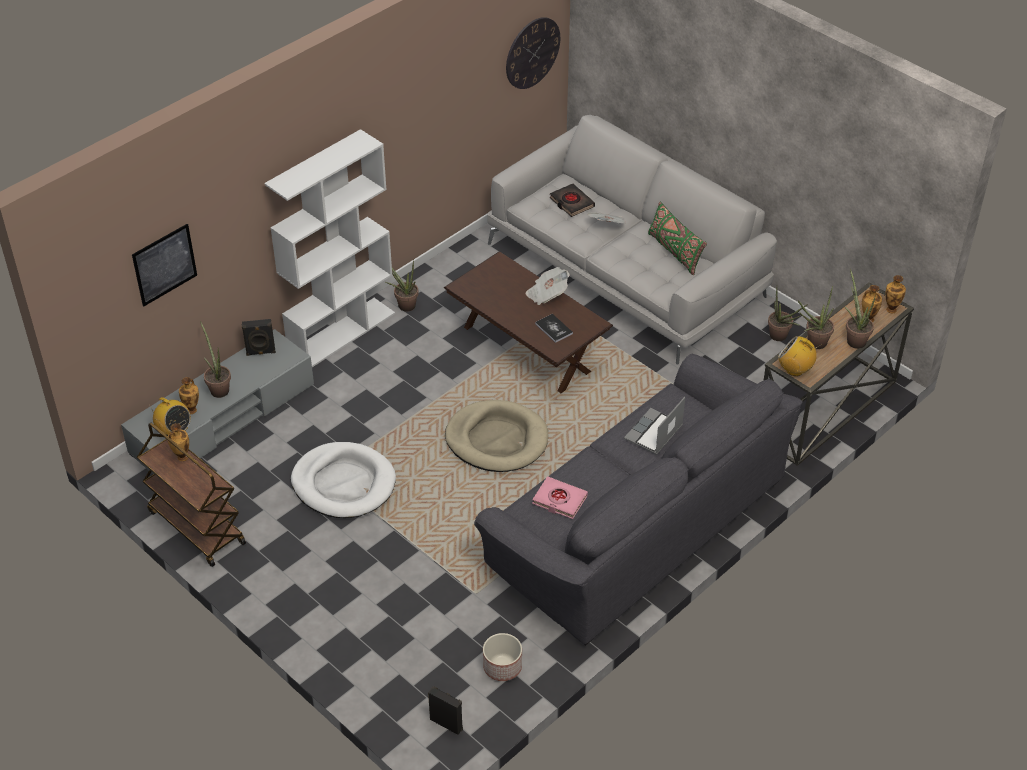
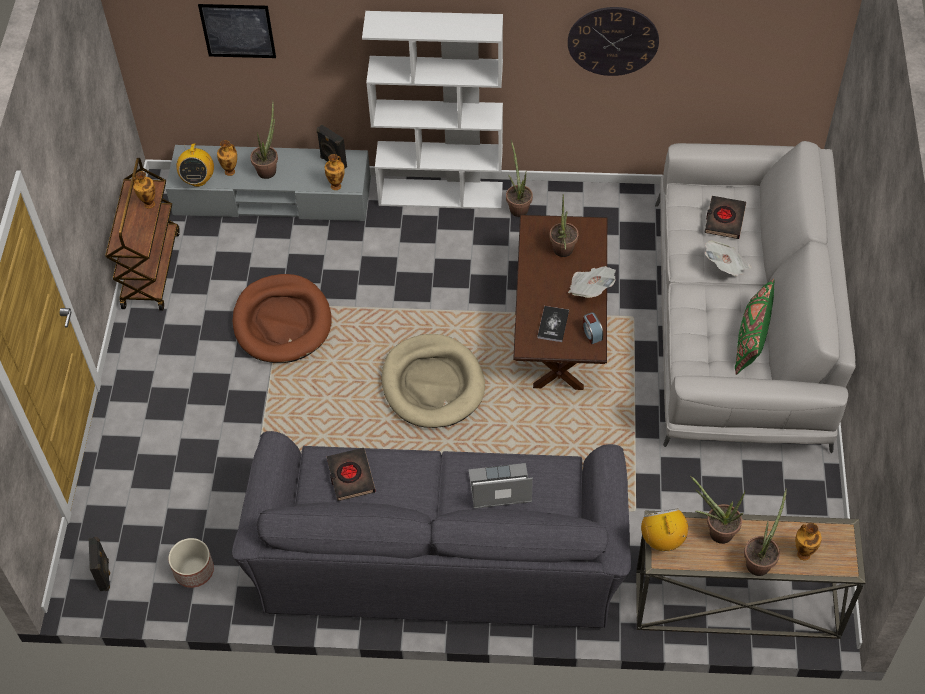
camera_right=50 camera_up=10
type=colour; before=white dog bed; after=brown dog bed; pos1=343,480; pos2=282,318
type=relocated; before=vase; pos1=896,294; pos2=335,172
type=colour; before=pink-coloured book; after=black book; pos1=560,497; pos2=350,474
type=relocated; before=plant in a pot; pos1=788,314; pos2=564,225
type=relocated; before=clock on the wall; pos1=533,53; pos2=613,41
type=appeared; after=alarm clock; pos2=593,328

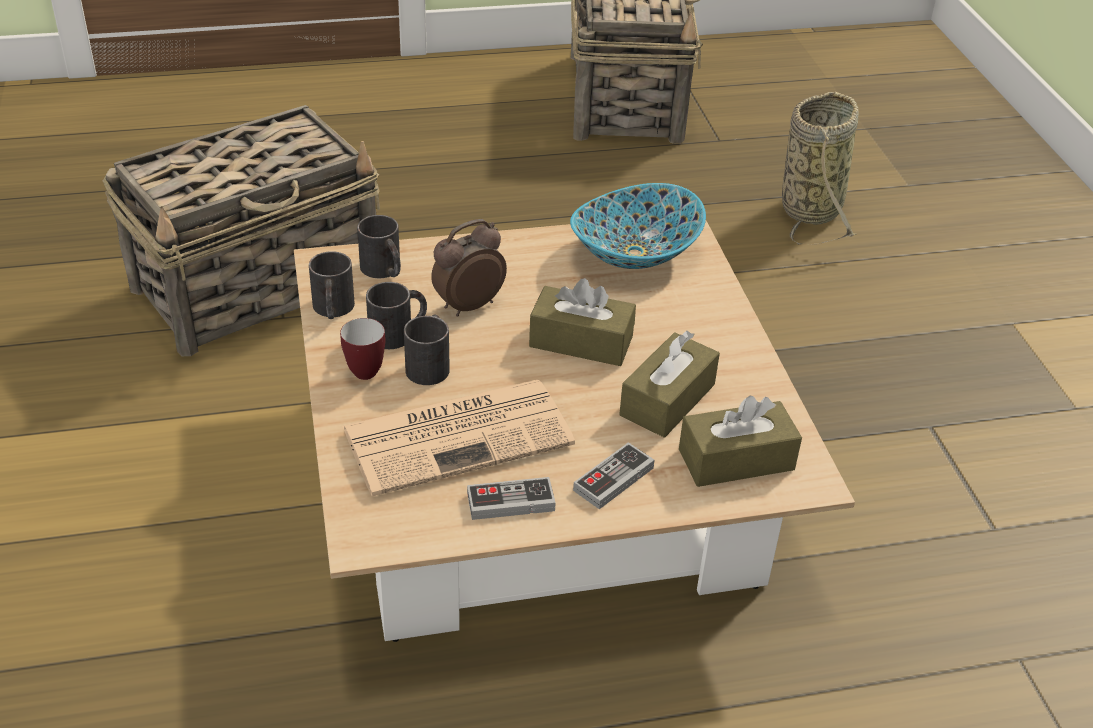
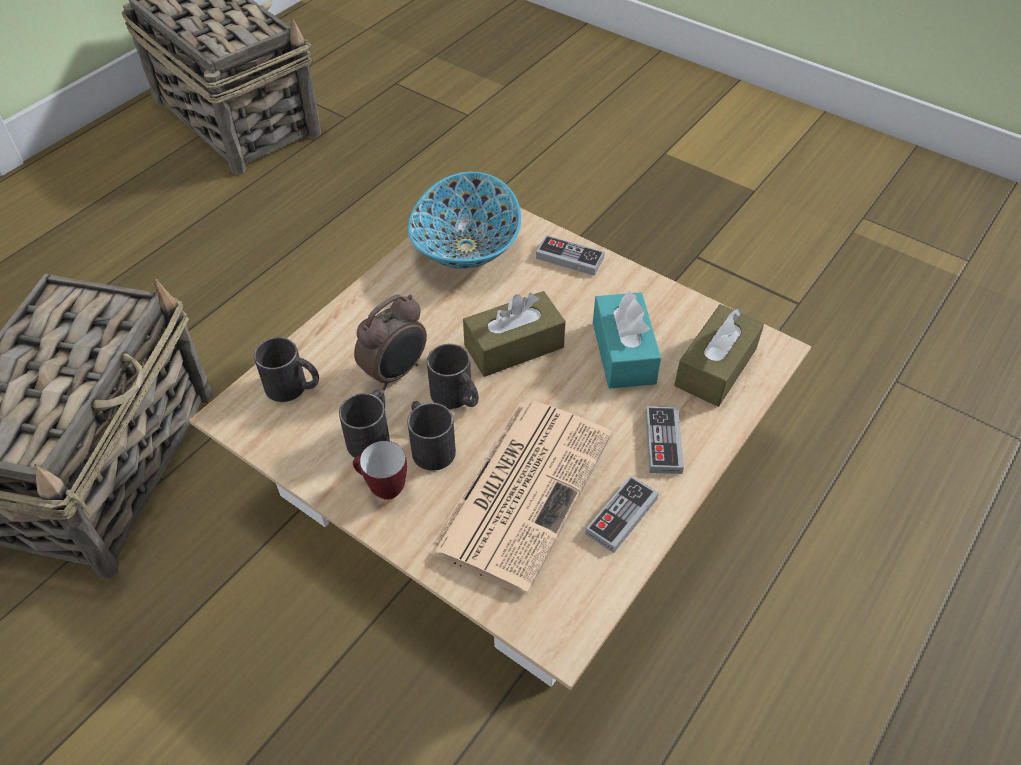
camera_right=-40 camera_up=10
type=spun; before=alarm clock; pos1=469,268; pos2=390,342; turn=-150
type=relocated; before=black coffee mug; pos1=332,285; pos2=453,376
type=appeared; after=game controller; pos2=570,255
type=colour; before=brown tissue holder; after=turquoise-coloured tissue holder; pos1=669,384; pos2=627,339
type=missing; before=household basket; pos1=820,168

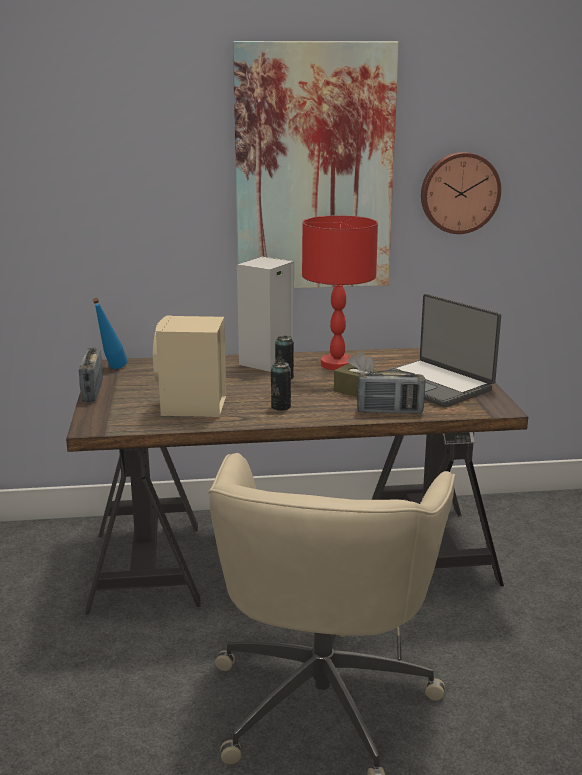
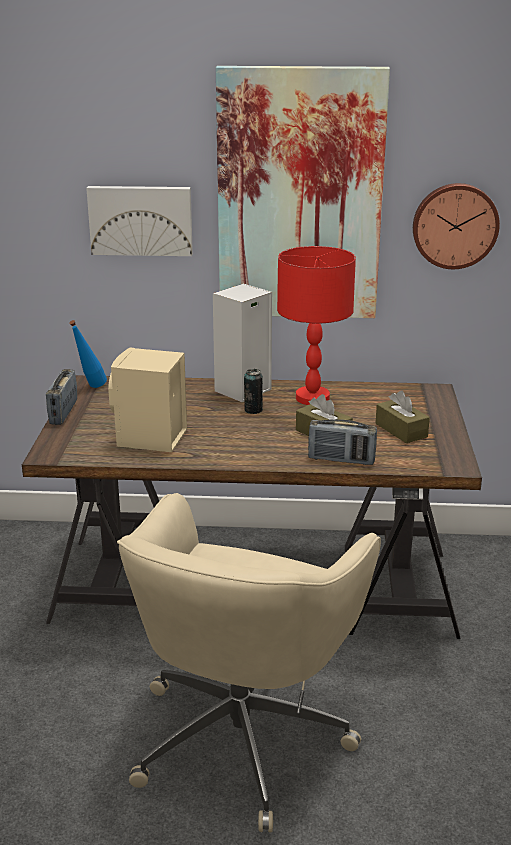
camera_right=10 camera_up=5
type=appeared; after=wall picture; pos2=139,221
type=exchanged; before=notebook computer; after=brown tissue holder; pos1=444,350; pos2=403,417
type=missing; before=can; pos1=281,386

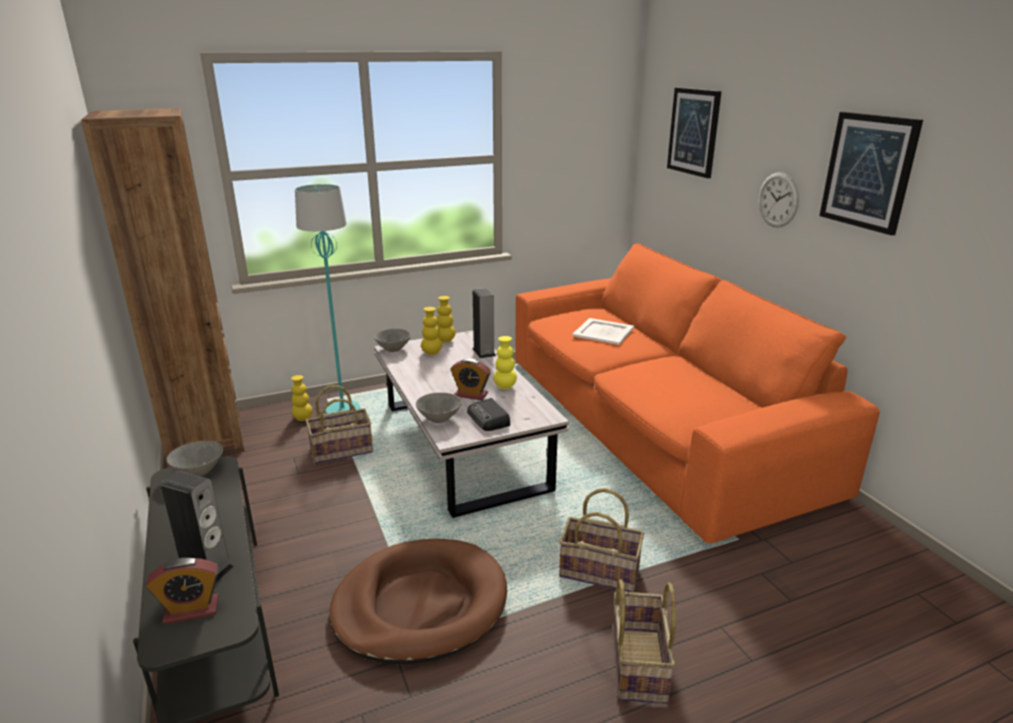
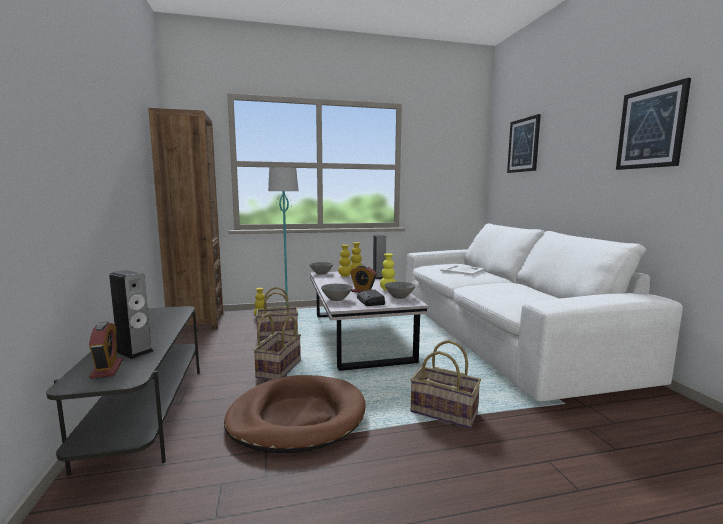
camera_right=10 camera_up=-15
type=spun; before=alarm clock; pos1=182,591; pos2=106,350; turn=-105
type=relocated; before=household basket; pos1=644,641; pos2=277,346
type=relocated; before=grey bowl; pos1=195,459; pos2=400,290
type=colour; before=orange sofa; after=white sofa; pos1=697,393; pos2=544,312
type=missing; before=clock on the wall; pos1=779,200

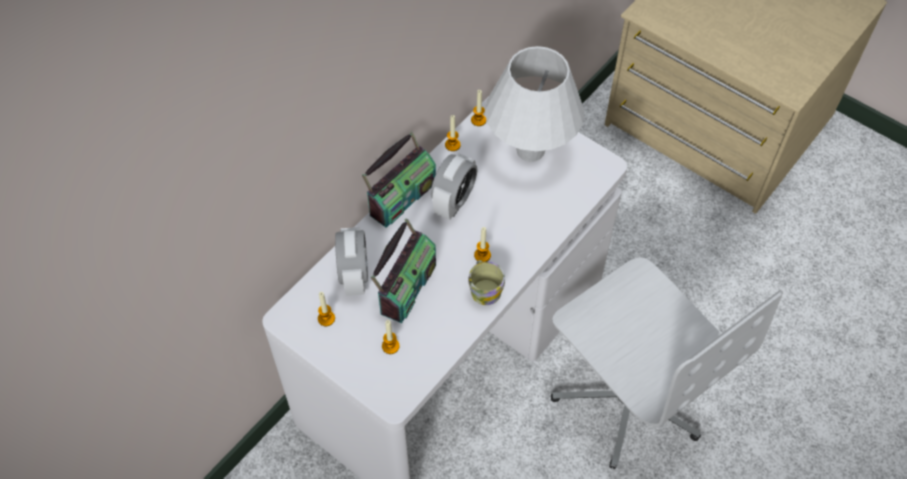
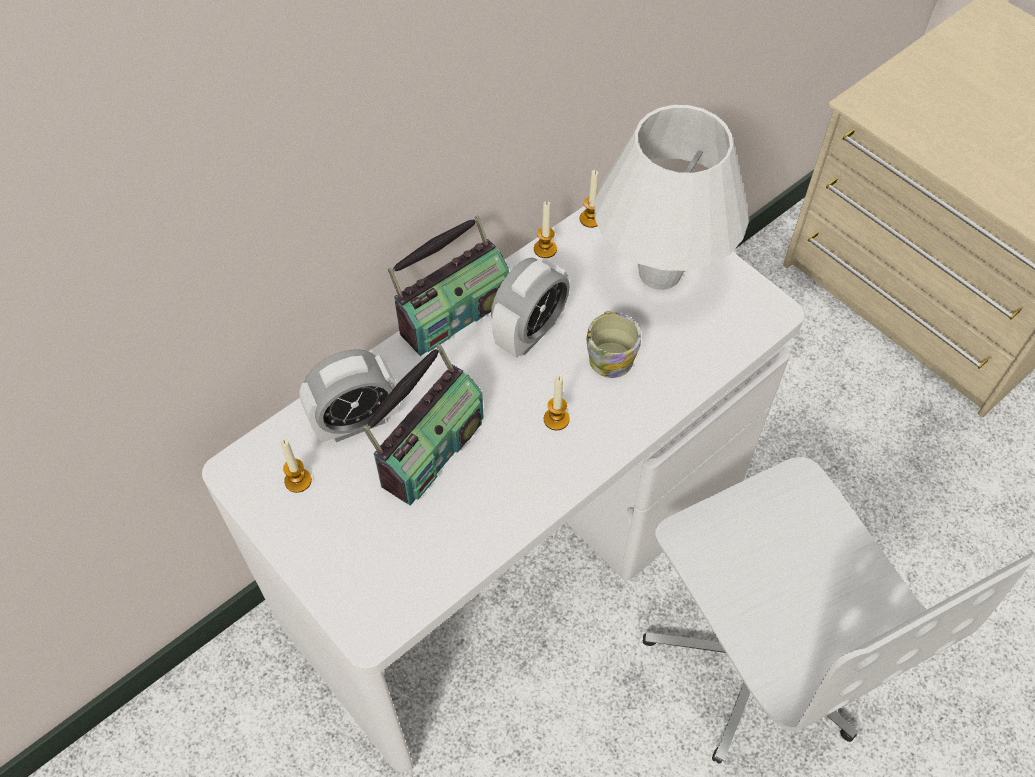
camera_right=10 camera_up=0
type=spun; before=alarm clock; pos1=351,261; pos2=349,395; turn=60
type=relocated; before=coffee mug; pos1=486,282; pos2=613,344
type=missing; before=candle; pos1=391,337

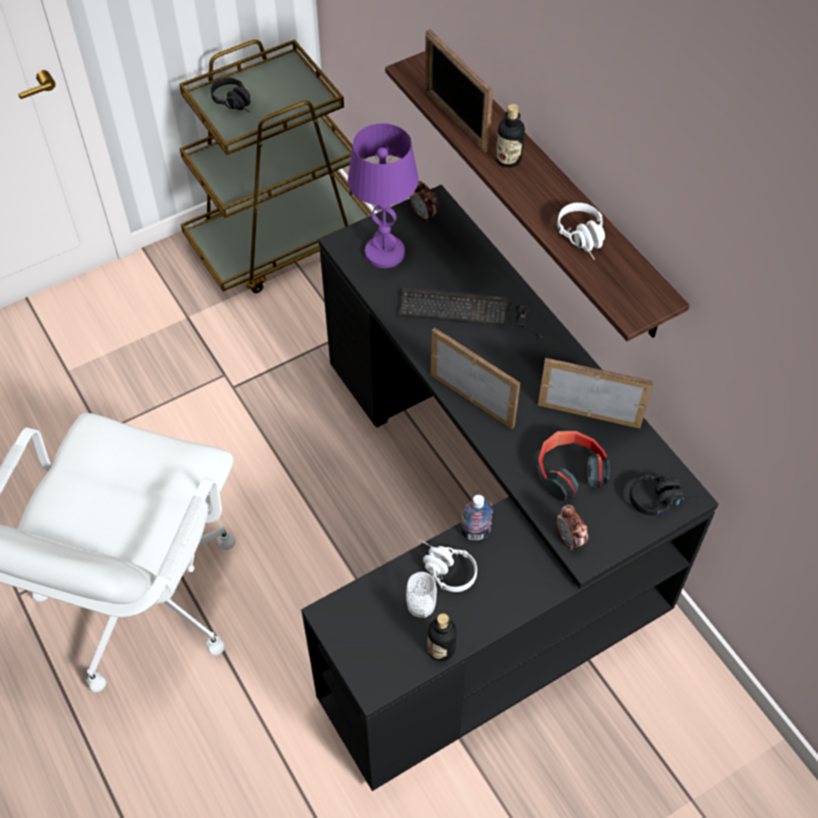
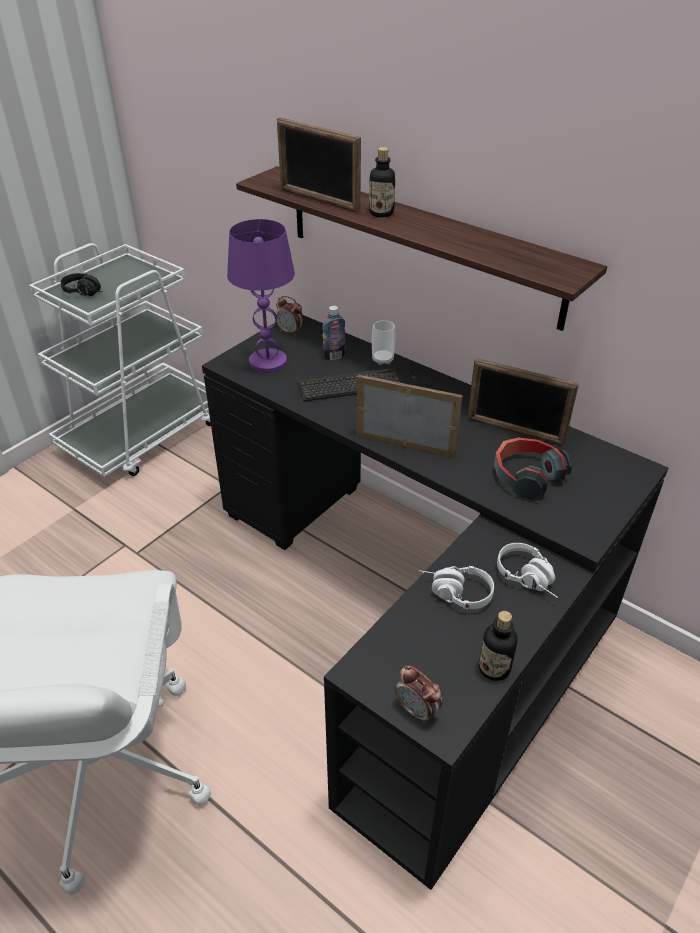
camera_right=-20 camera_up=-15
type=colour; before=brown cart; after=white cart; pos1=275,166; pos2=120,360
type=relocated; before=bottle; pos1=477,517; pos2=333,333
type=relocated; before=drinking cup; pos1=421,595; pos2=383,342
type=relocated; before=alarm clock; pos1=572,527; pos2=418,695
type=spun; before=standing frame; pos1=595,393; pos2=523,402; turn=-150
type=relocated; before=white headset; pos1=581,231; pos2=527,570
type=missing; before=black headset; pos1=665,495

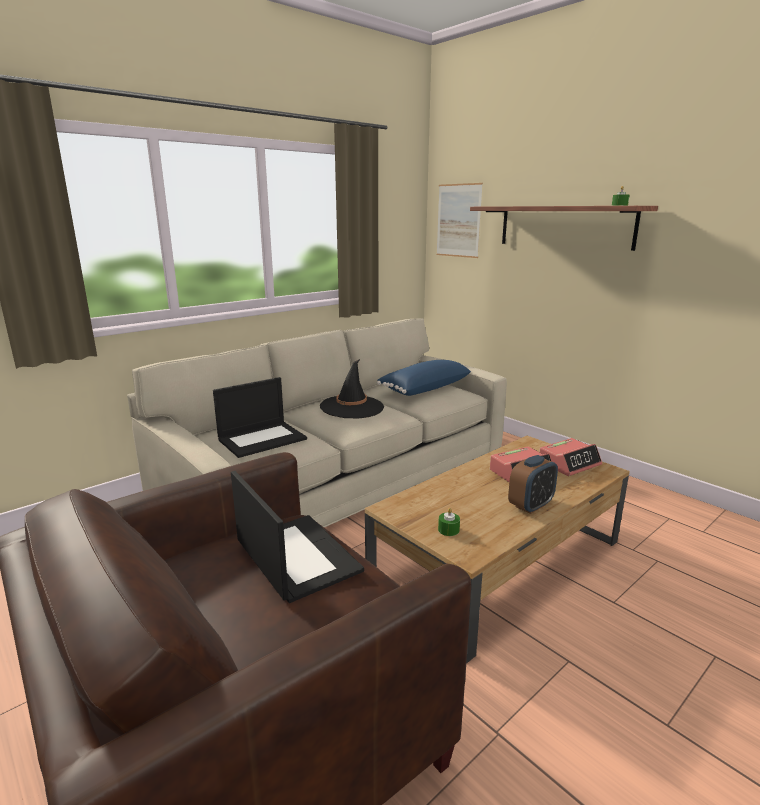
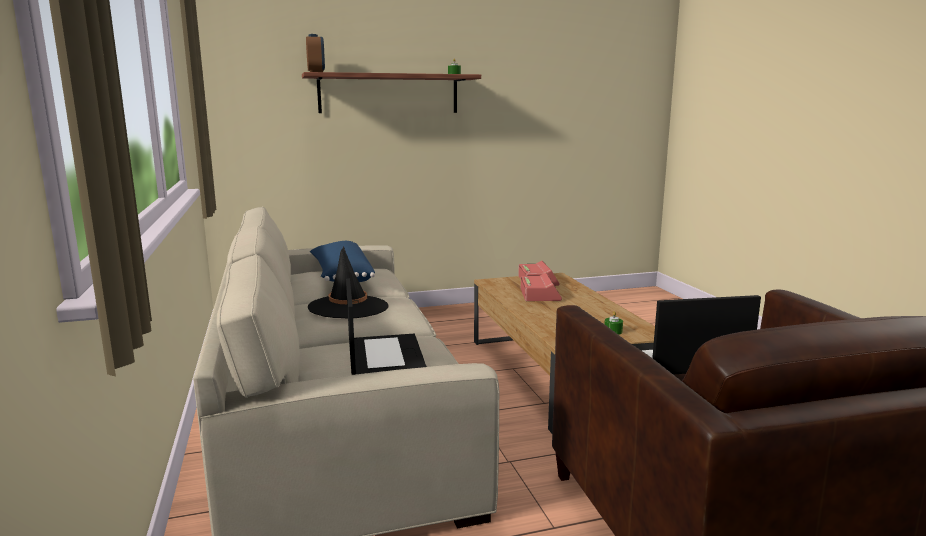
camera_right=-65 camera_up=-5
type=relocated; before=alarm clock; pos1=533,484; pos2=315,53
type=missing; before=wall picture; pos1=459,220

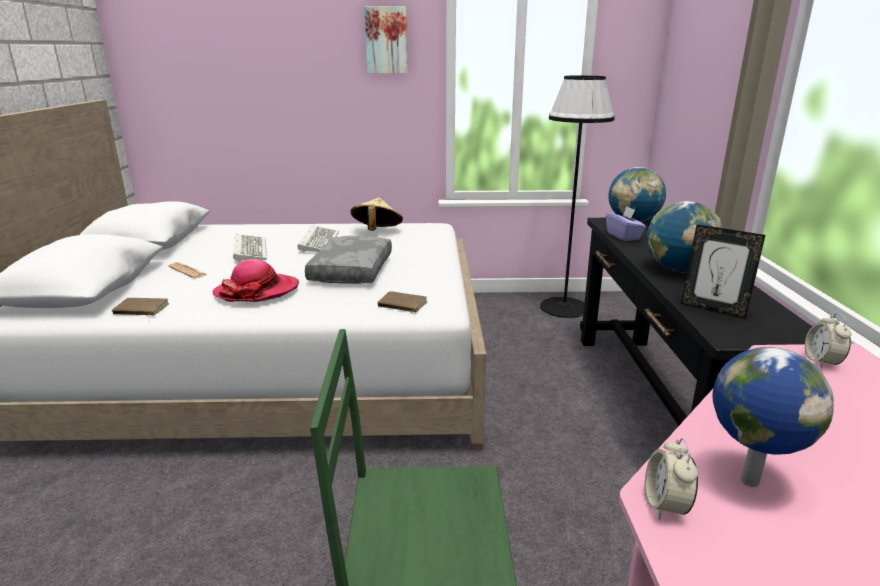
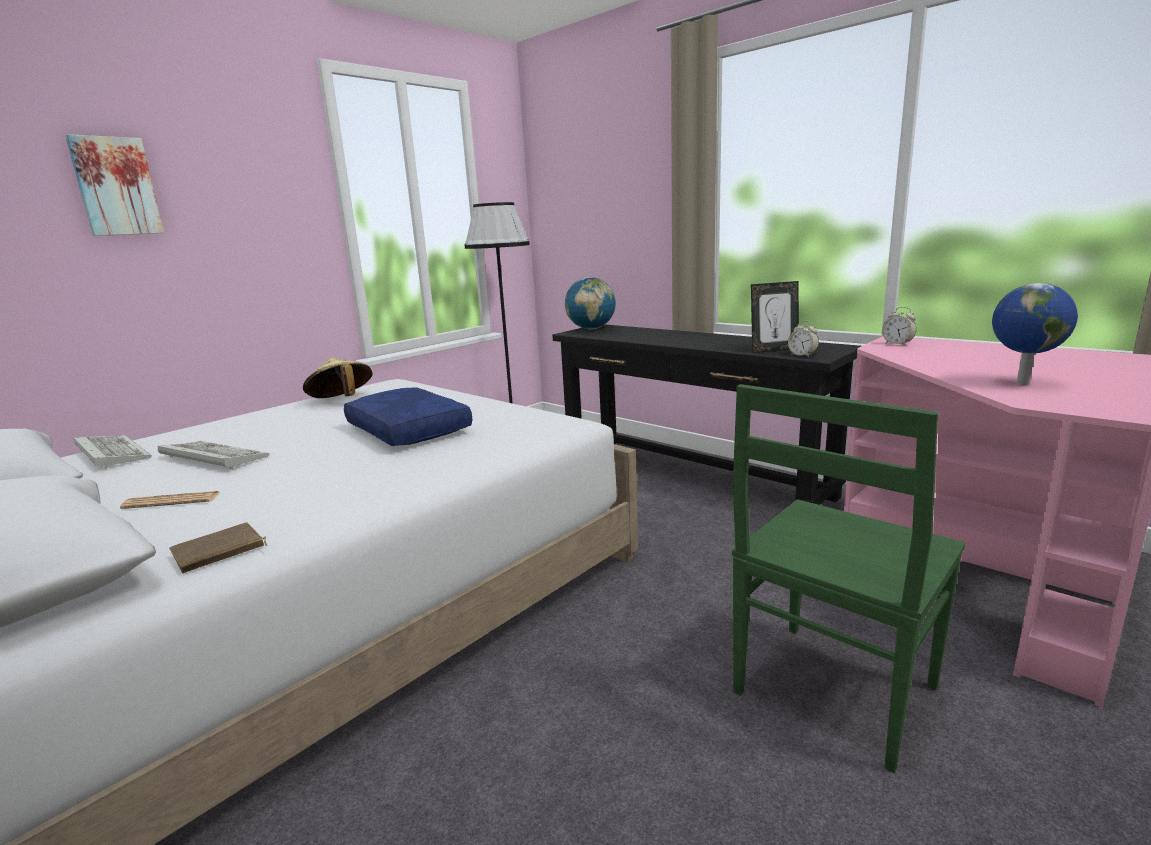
camera_right=-45 camera_up=-5
type=relocated; before=wall picture; pos1=386,40; pos2=114,185
type=relocated; before=PC keyboard; pos1=318,238; pos2=113,452
type=colour; before=grey pillow; after=blue pillow; pos1=348,260; pos2=408,417
type=relocated; before=alarm clock; pos1=671,478; pos2=803,339
type=missing; before=wearable hat; pos1=256,280
type=missing; before=brown book; pos1=402,302
type=missing; before=purplish tissue holder; pos1=626,224
type=missing; before=world globe; pos1=685,236

